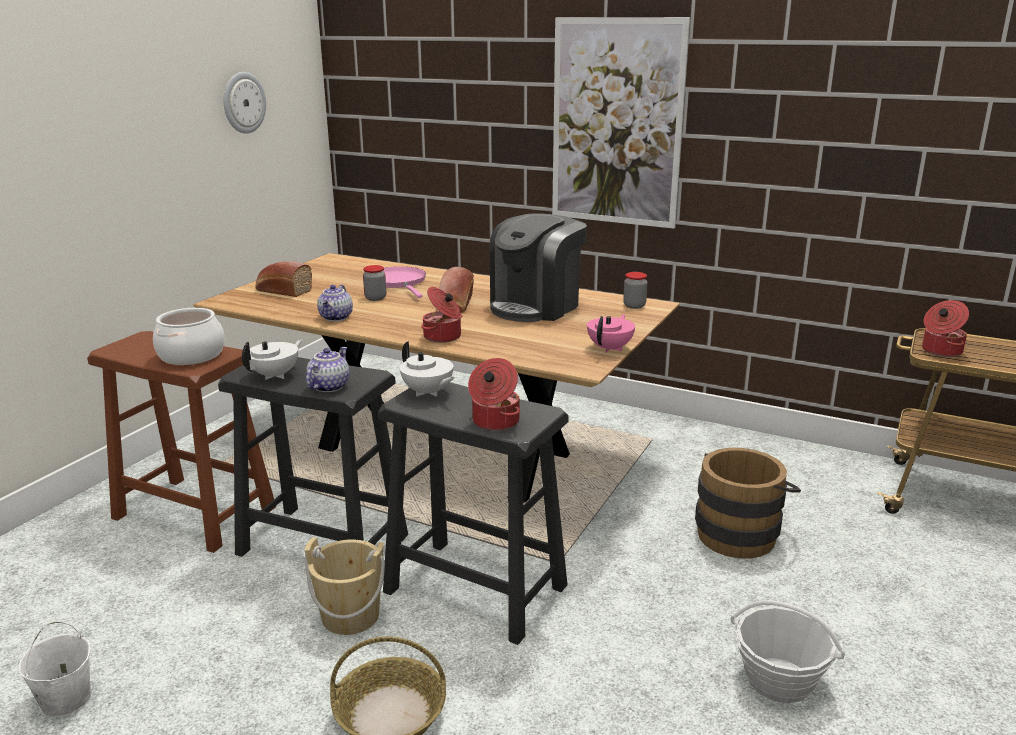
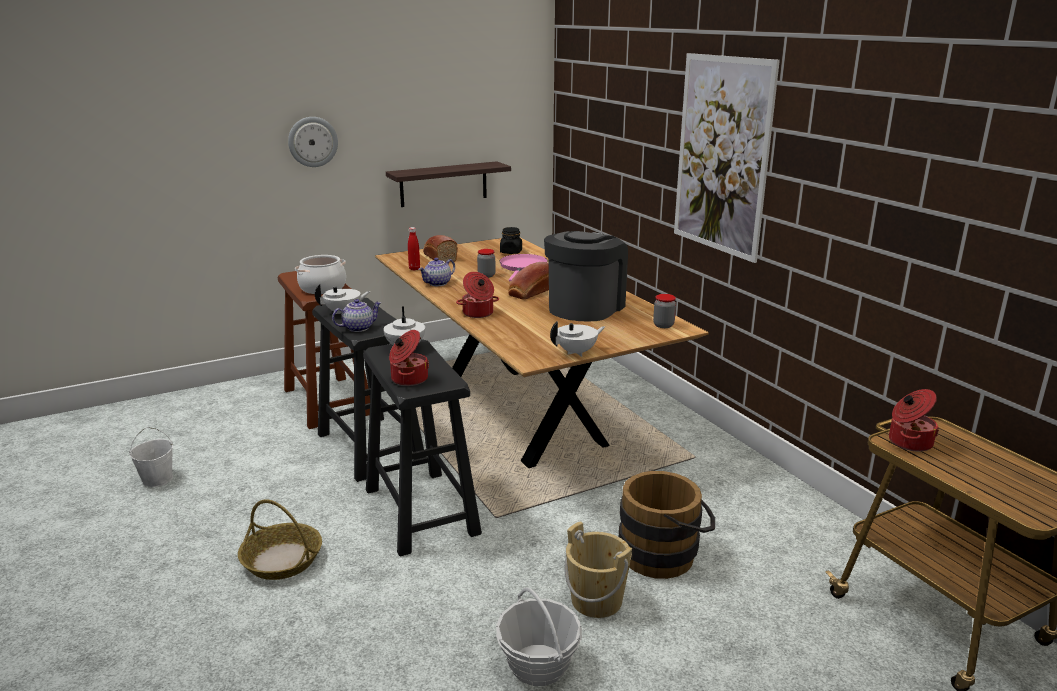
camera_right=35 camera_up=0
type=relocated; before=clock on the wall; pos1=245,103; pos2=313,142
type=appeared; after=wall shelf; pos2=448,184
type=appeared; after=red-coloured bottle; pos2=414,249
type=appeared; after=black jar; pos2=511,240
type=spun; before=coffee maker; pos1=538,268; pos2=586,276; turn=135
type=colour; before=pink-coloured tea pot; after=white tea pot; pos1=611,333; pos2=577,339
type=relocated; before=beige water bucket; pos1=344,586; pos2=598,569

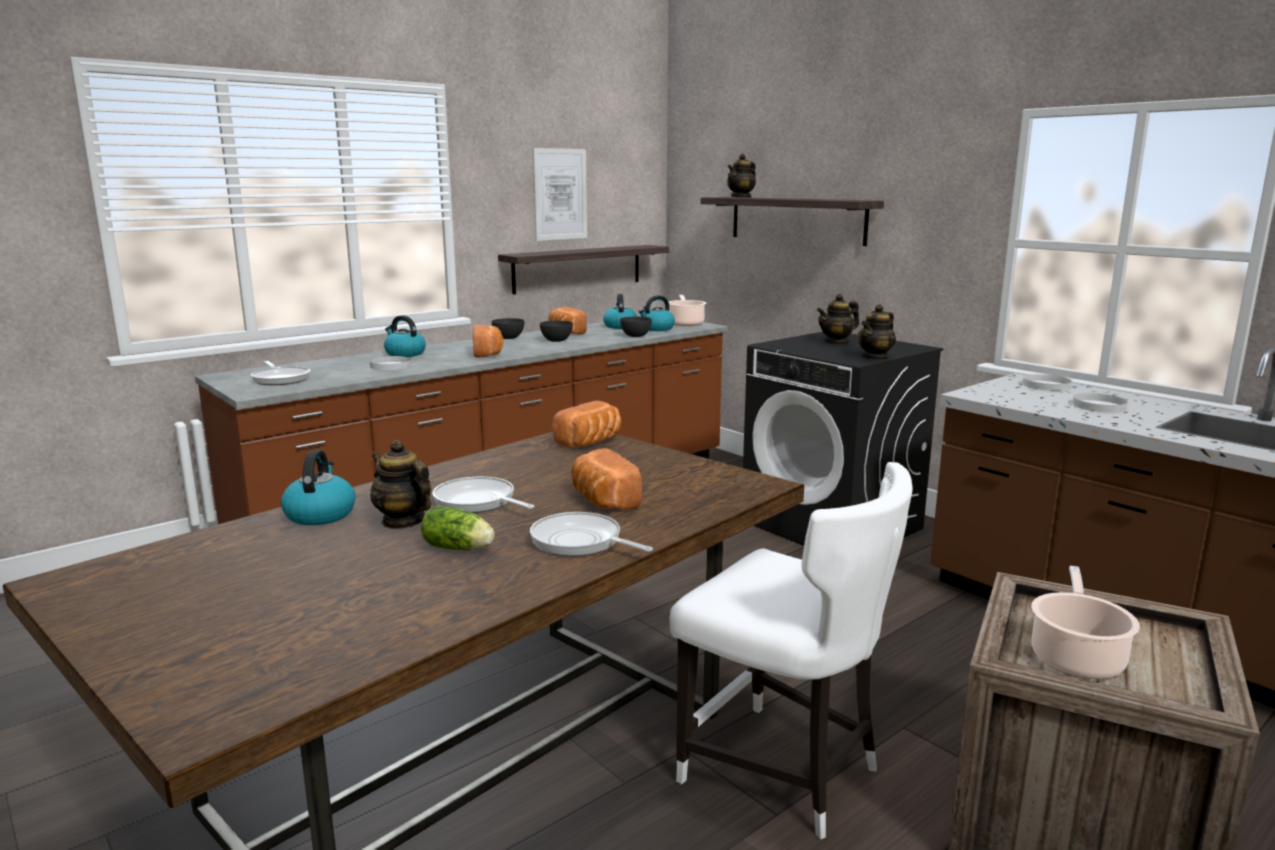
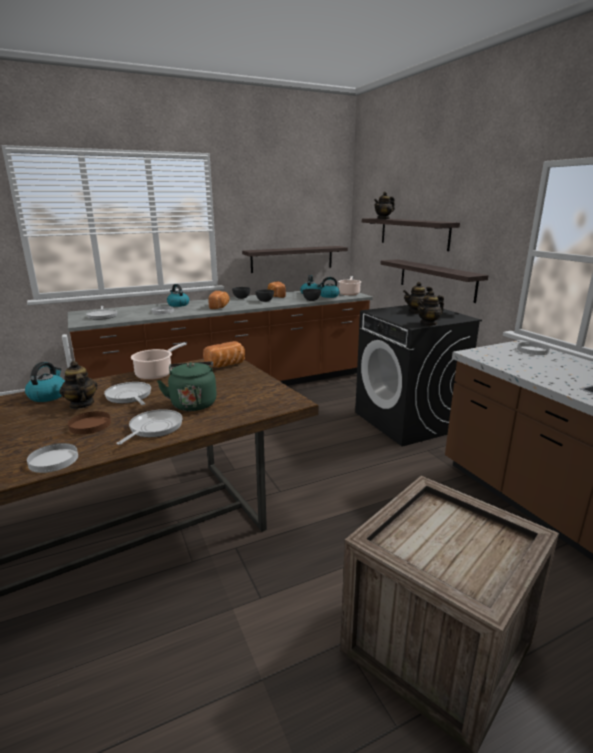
camera_right=15 camera_up=5
type=relocated; before=white plate; pos1=1100,403; pos2=52,458
type=exchanged; before=head of lettuce; after=brown plate; pos1=458,527; pos2=89,422
type=spun; before=skillet; pos1=591,534; pos2=149,427; turn=60
type=relocated; before=stockpot; pos1=1085,622; pos2=159,361
type=exchanged; before=bread; after=green kettle; pos1=606,479; pos2=187,386
type=appeared; after=wall shelf; pos2=434,281
type=missing; before=wall picture; pos1=560,194
type=missing; before=white upright chair; pos1=791,651

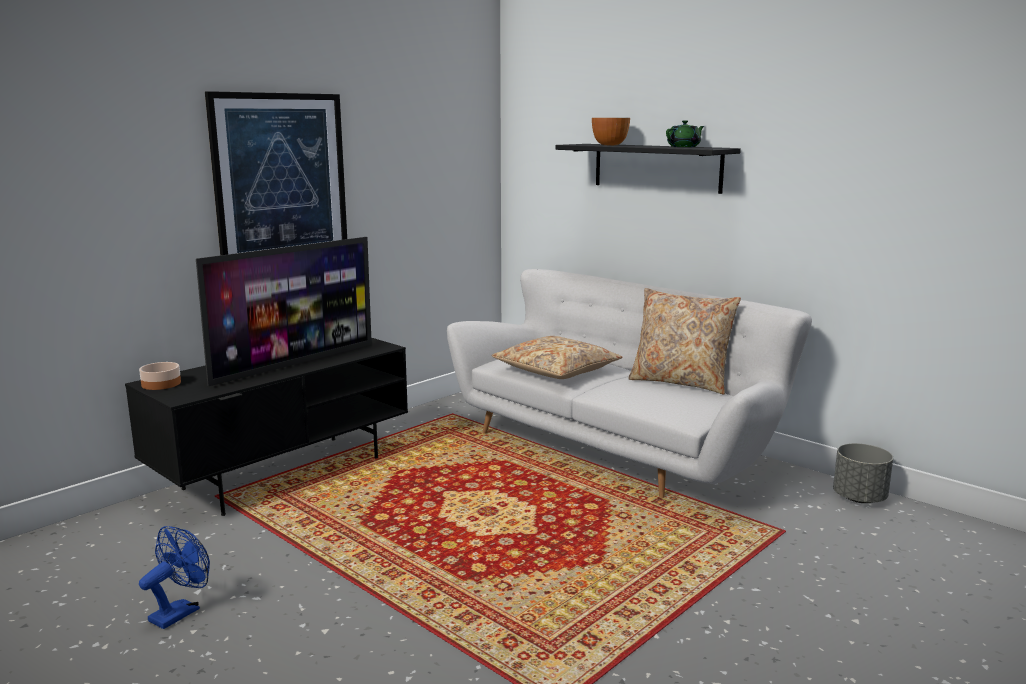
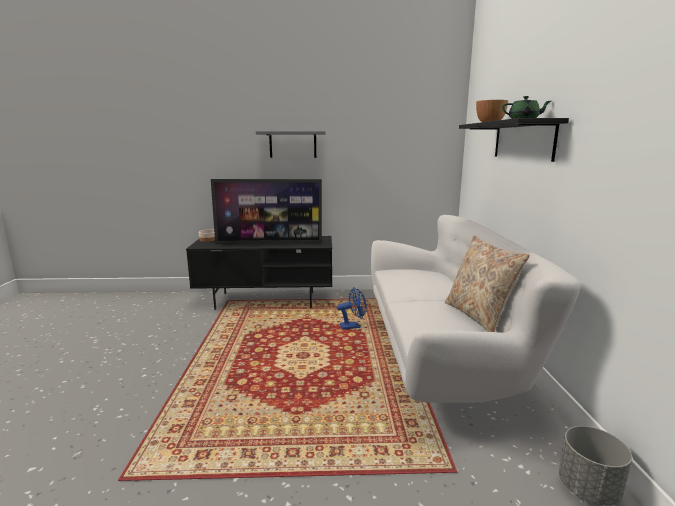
camera_right=45 camera_up=0
type=exchanged; before=wall picture; after=grey wall shelf; pos1=276,173; pos2=291,144
type=relocated; before=blue fan; pos1=174,577; pos2=352,308
type=missing; before=beige pillow; pos1=557,357

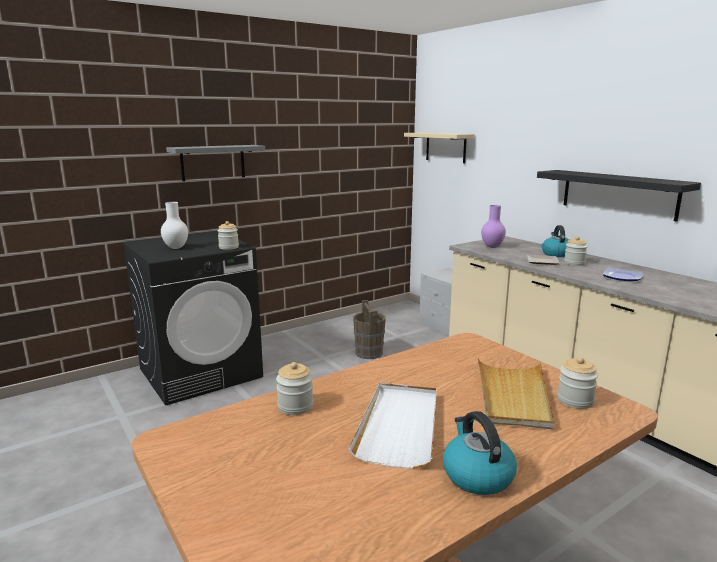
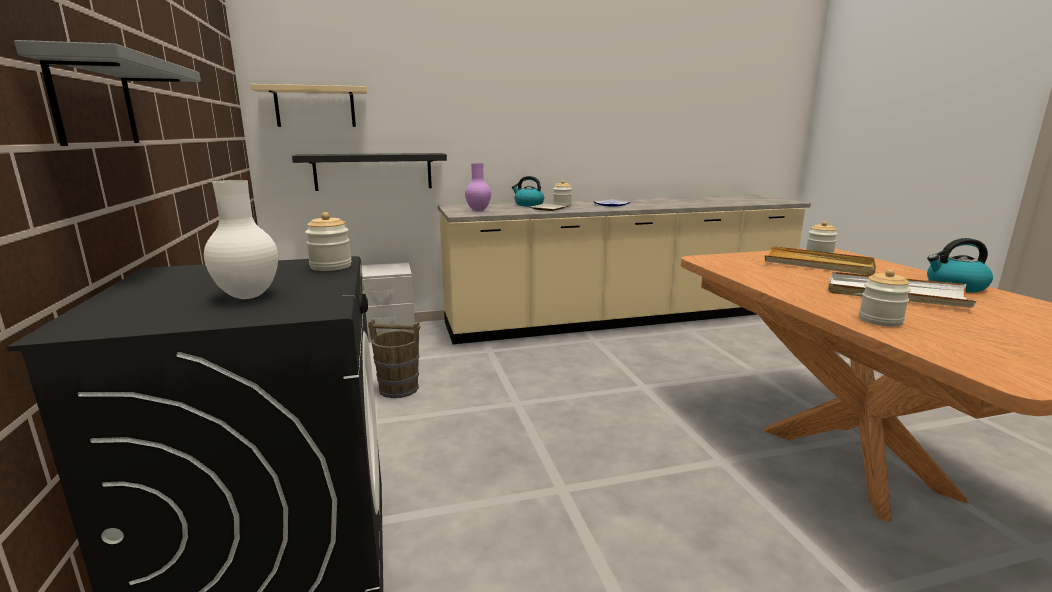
camera_right=-70 camera_up=0
type=relocated; before=black wall shelf; pos1=619,196; pos2=369,172

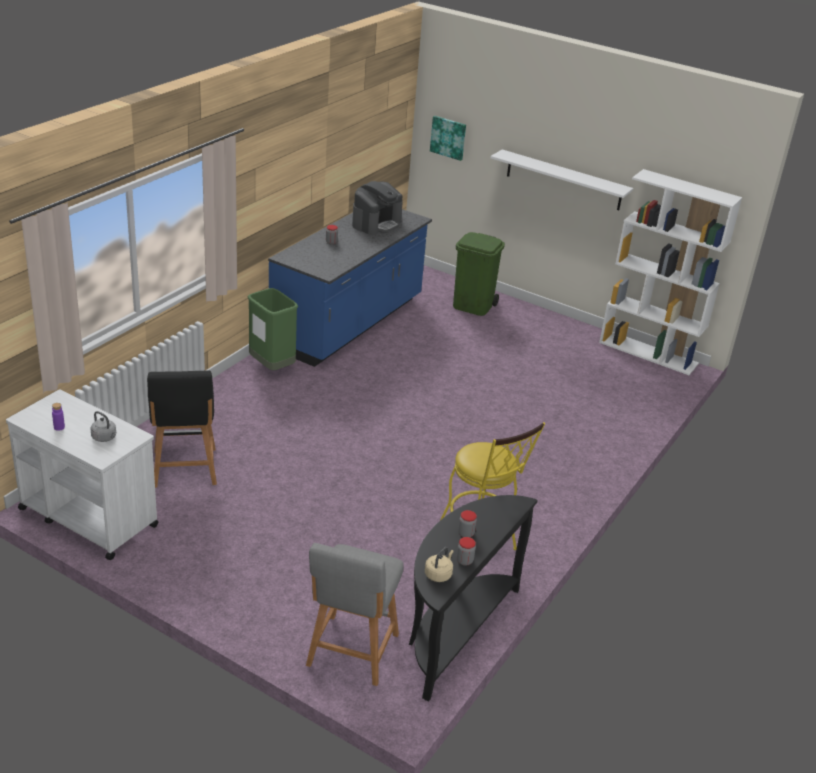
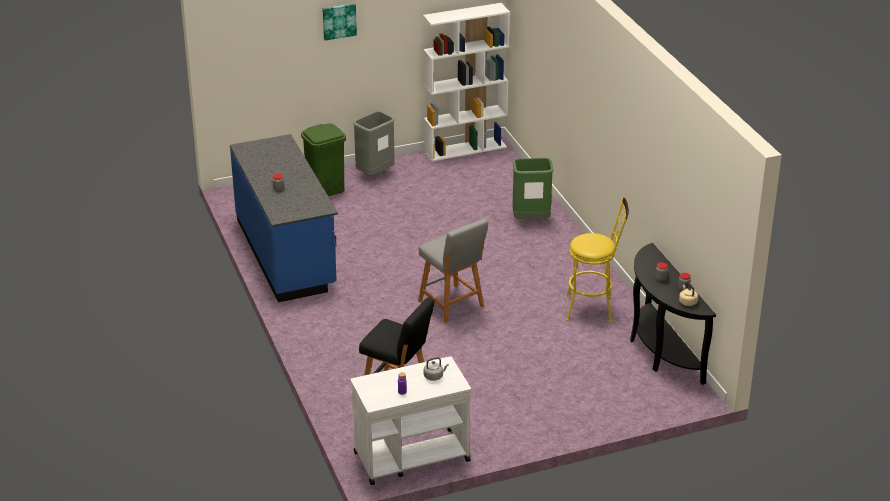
camera_right=-50 camera_up=0
type=relocated; before=wall picture; pos1=448,138; pos2=339,21
type=appeared; after=grey rubbish bin; pos2=374,143
type=relocated; before=grey stool seat; pos1=355,614; pos2=453,271
type=relocated; before=green rubbish bin; pos1=273,329; pos2=533,188
type=missing; before=coffee maker; pos1=377,208
type=missing; before=white wall shelf; pos1=561,179

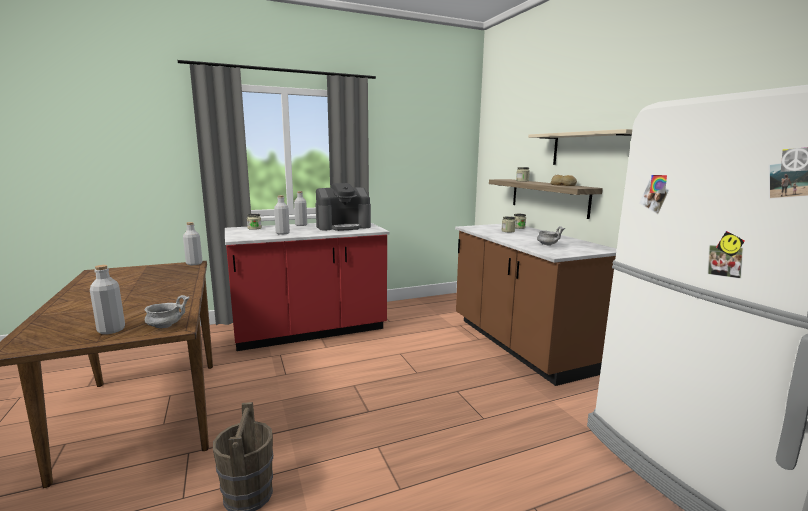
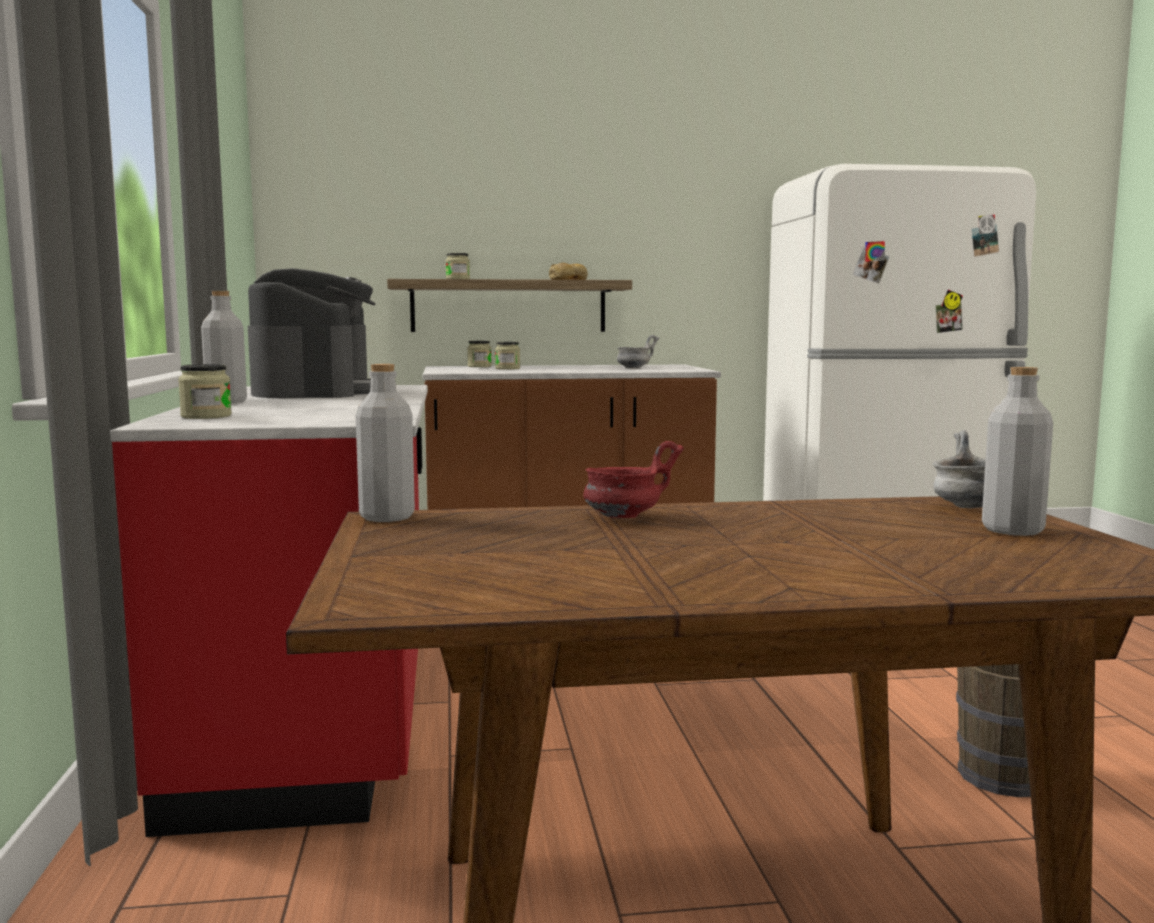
camera_right=-75 camera_up=-5
type=appeared; after=red-coloured bowl; pos2=633,479
type=missing; before=grey bottle; pos1=282,215
type=missing; before=beige wall shelf; pos1=580,147

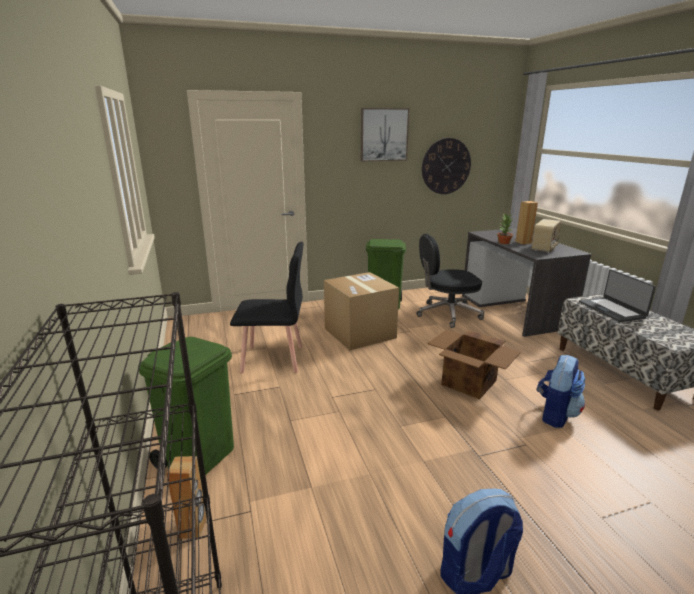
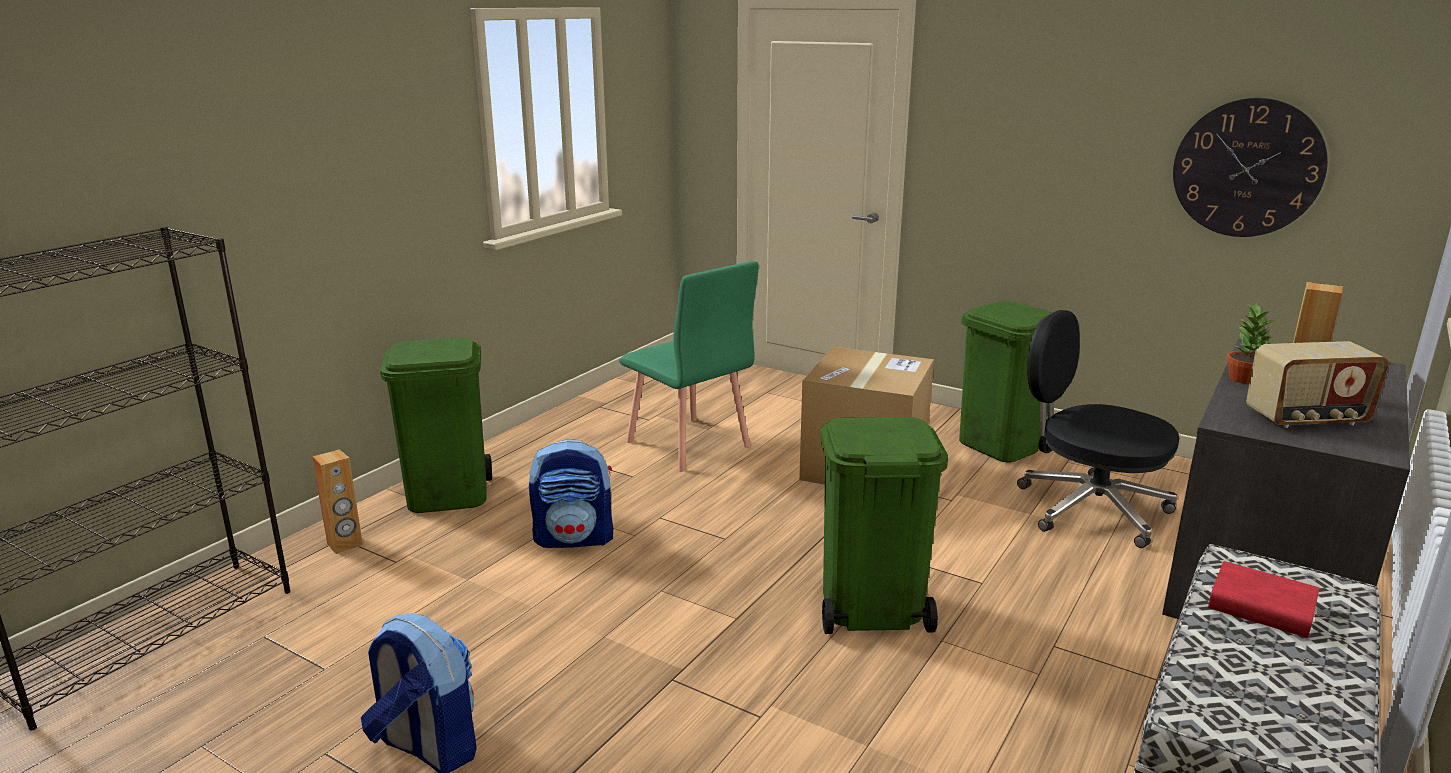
camera_right=50 camera_up=0
type=relocated; before=knapsack; pos1=560,391; pos2=571,493
type=colour; before=black upright chair; after=green upright chair; pos1=267,307; pos2=689,366
type=exchanged; before=carton; after=green rubbish bin; pos1=474,364; pos2=884,525
type=exchanged; before=notebook computer; after=red-coloured book; pos1=617,295; pos2=1264,599
type=missing; before=wall picture; pos1=385,135

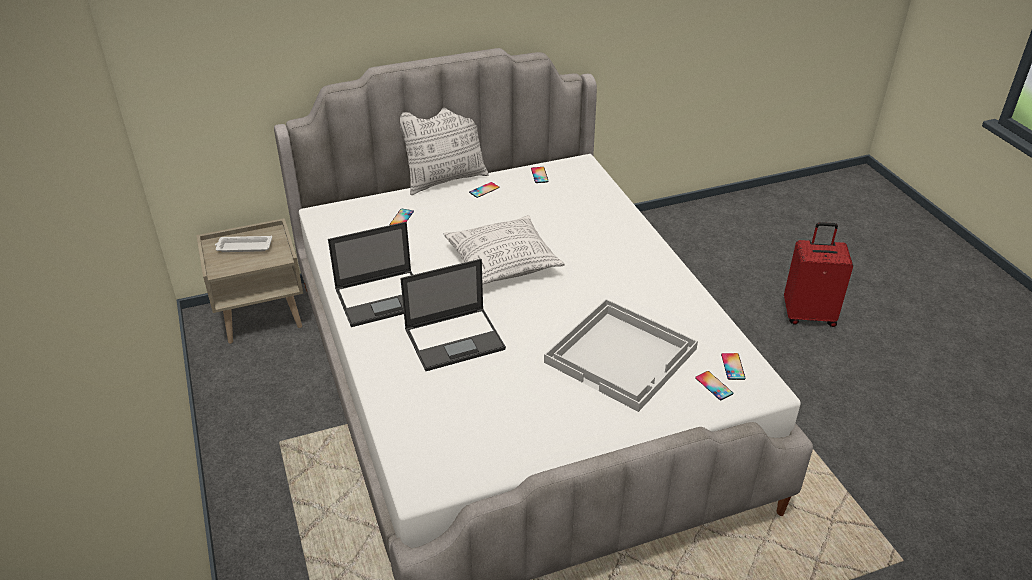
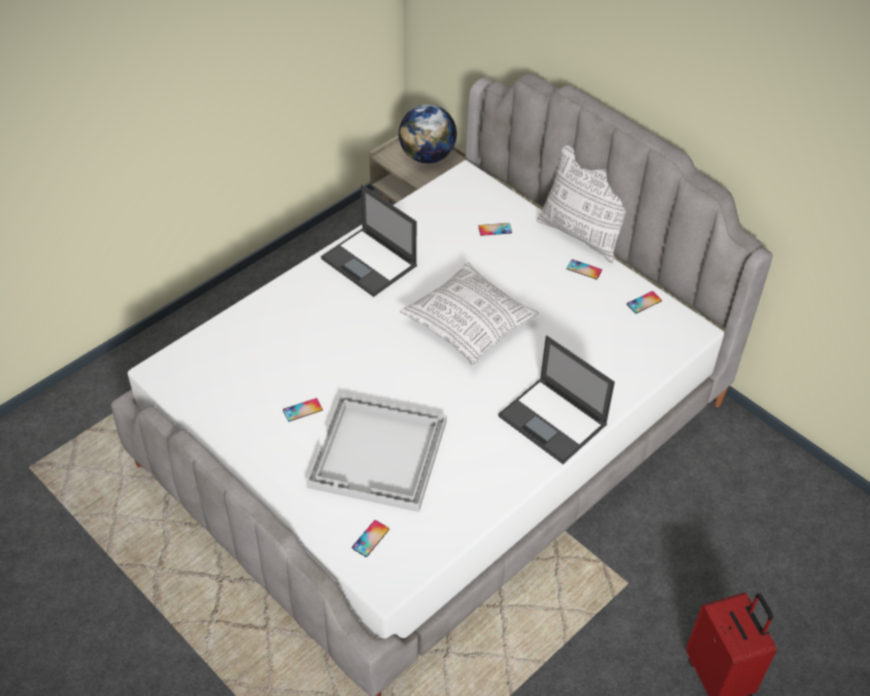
camera_right=65 camera_up=10
type=relocated; before=phone; pos1=733,366; pos2=303,410
type=exchanged; before=white serving tray; after=world globe; pos1=243,244; pos2=427,133
type=relocated; before=notebook computer; pos1=453,315; pos2=556,400

